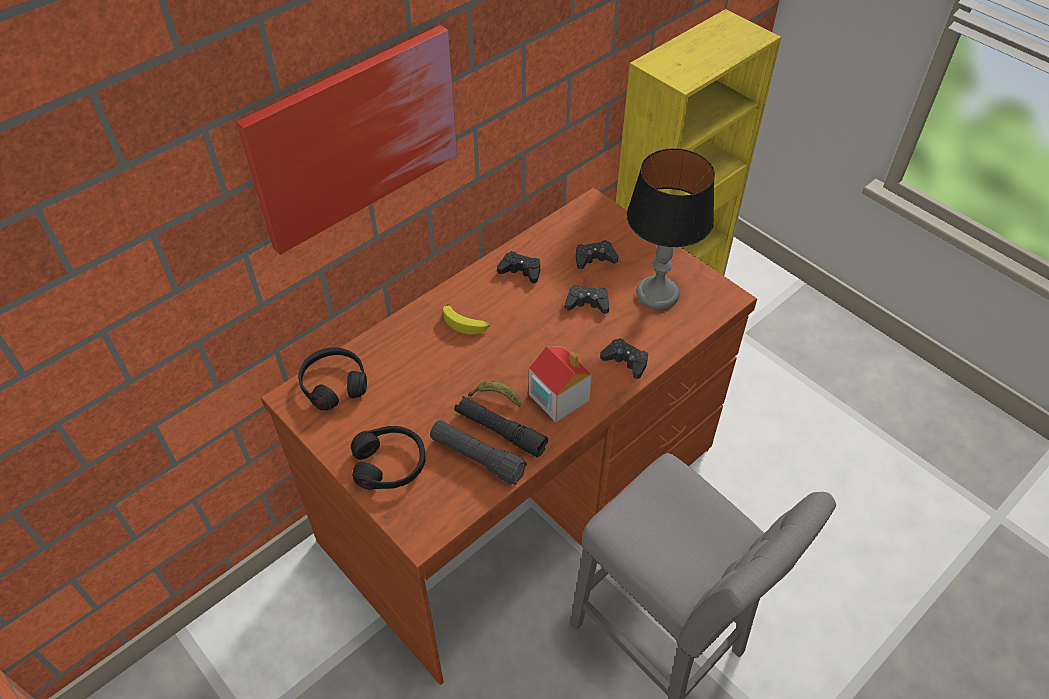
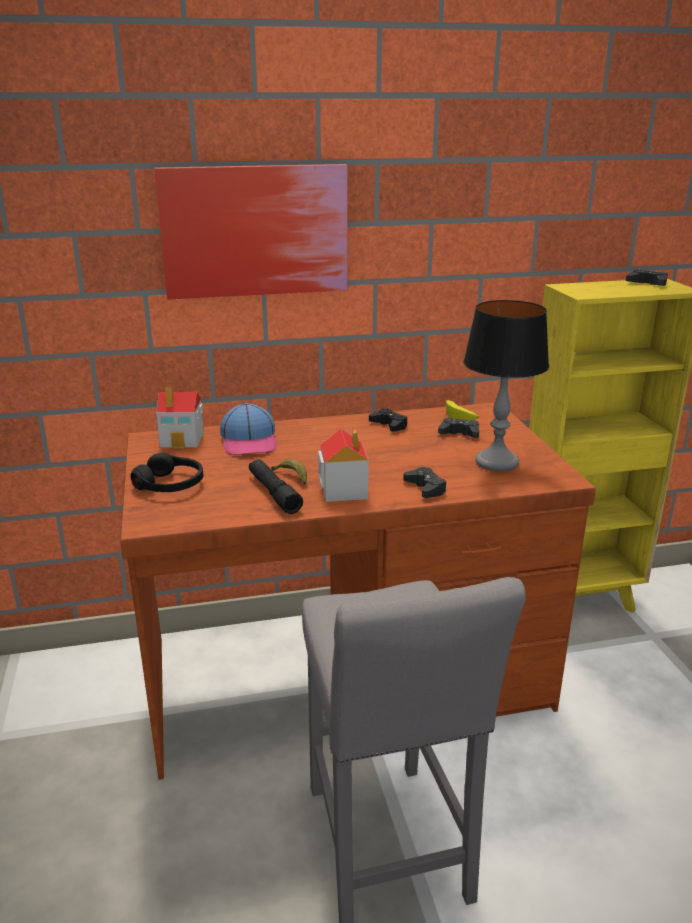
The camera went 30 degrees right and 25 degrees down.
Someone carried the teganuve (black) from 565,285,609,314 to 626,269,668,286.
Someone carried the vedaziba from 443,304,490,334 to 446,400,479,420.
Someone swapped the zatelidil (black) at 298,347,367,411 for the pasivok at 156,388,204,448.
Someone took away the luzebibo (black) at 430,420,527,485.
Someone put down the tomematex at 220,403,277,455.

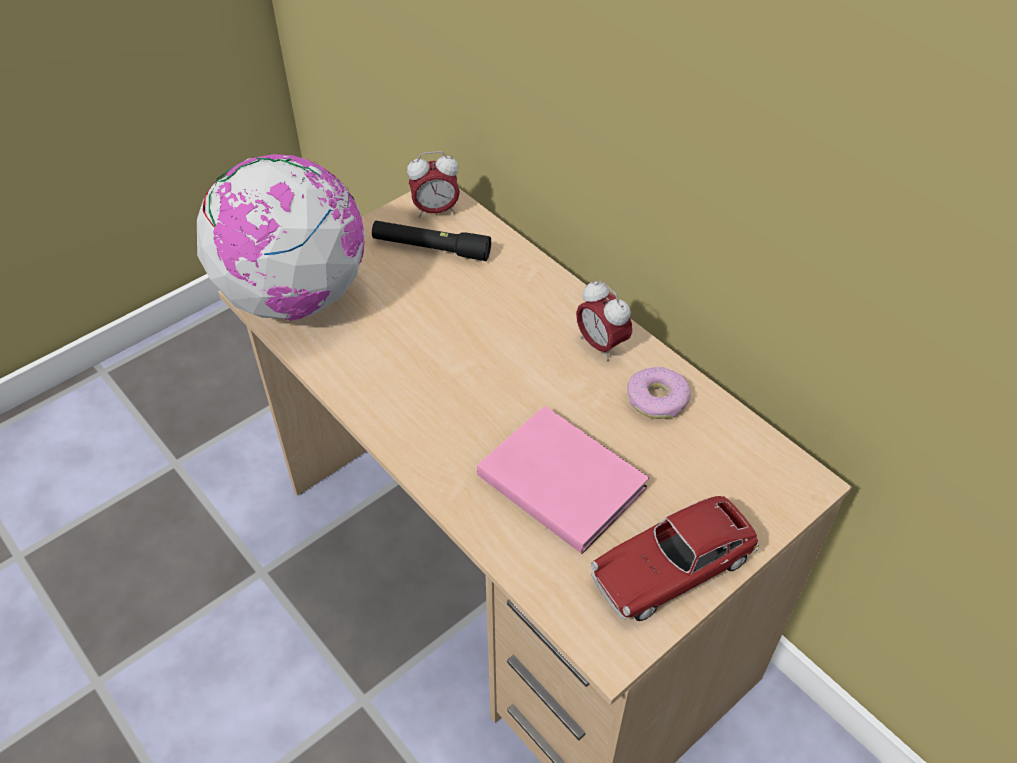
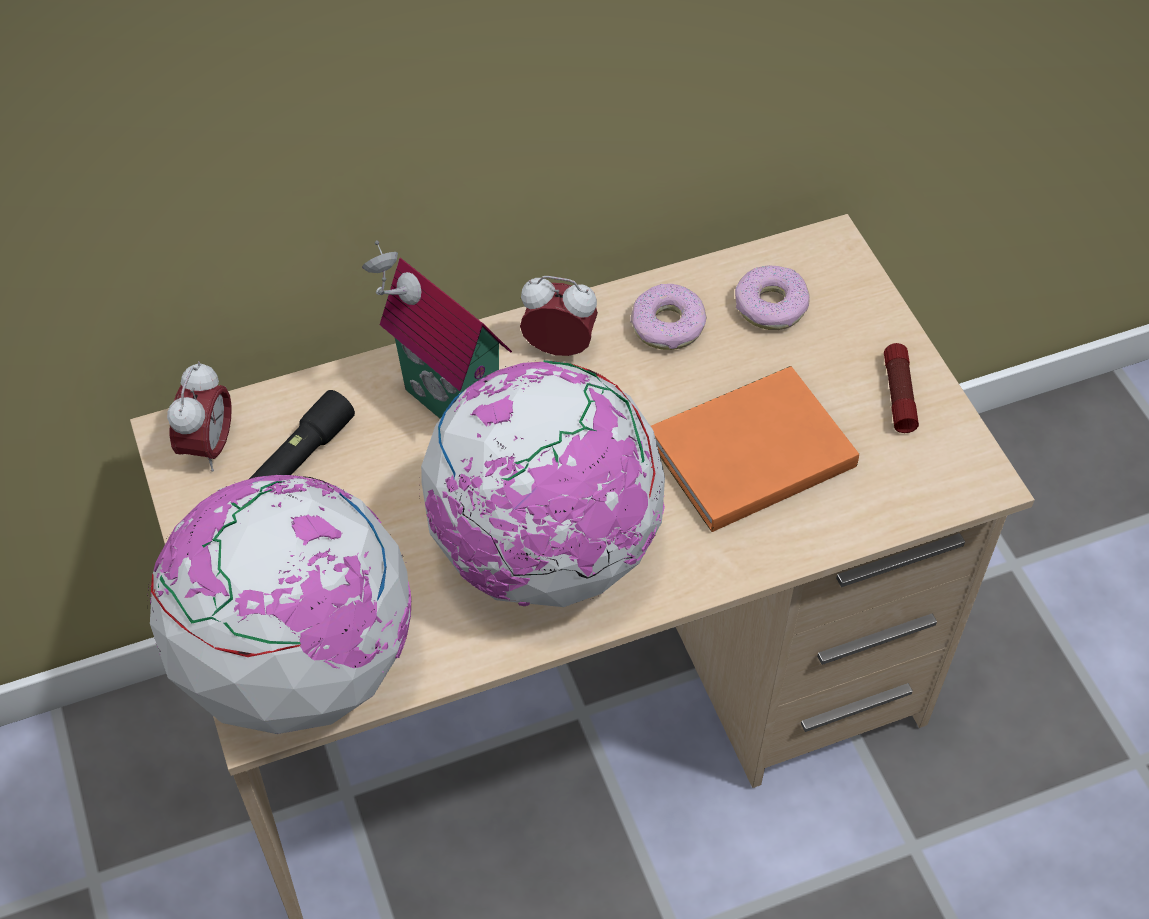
The camera went 70 degrees left and 5 degrees up.
Someone rotated the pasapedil at 576,280,632,361 by 150 degrees counterclockwise.
Someone repainted the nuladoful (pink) at 477,406,649,554, which became the nuladoful (orange) at 651,366,859,532.
Someone swapped the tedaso at 591,496,760,621 for the luzebibo at 884,343,919,433.
Someone put down the pasivok at 362,241,512,418.
Someone put down the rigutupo at 735,265,810,330.
Someone put down the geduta at 419,360,665,607.

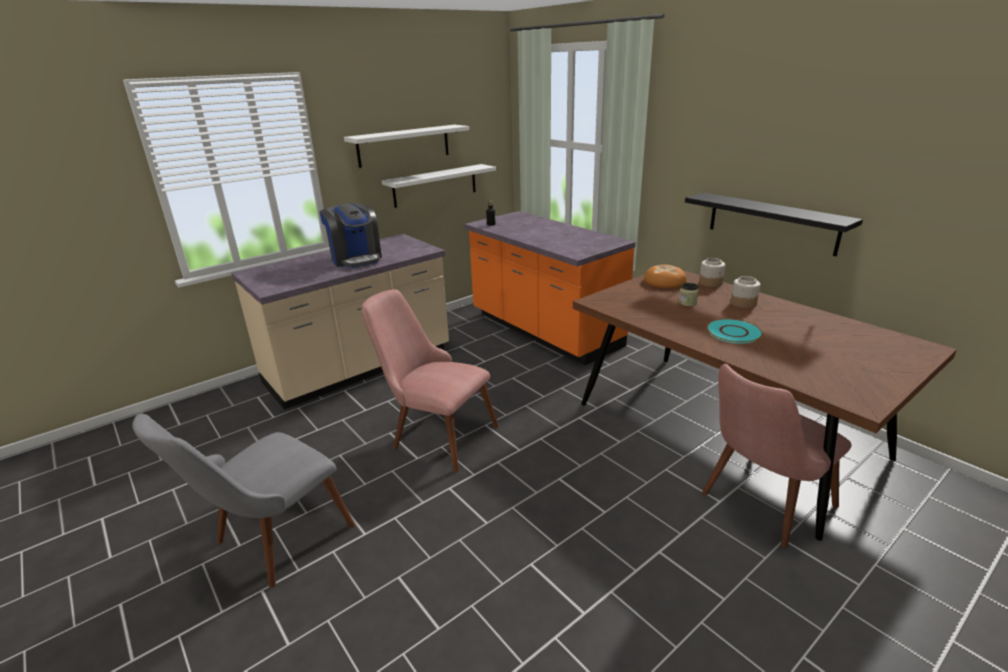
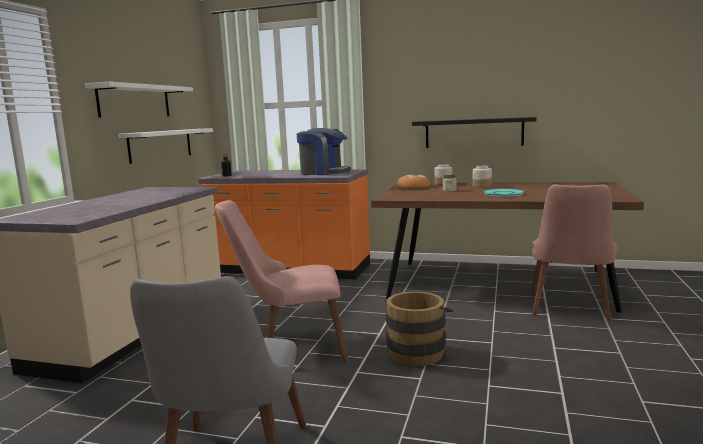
The camera went 35 degrees left and 15 degrees down.
Someone carried the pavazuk from 319,203,382,268 to 297,128,351,175.
Someone put down the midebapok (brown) at 385,291,453,366.

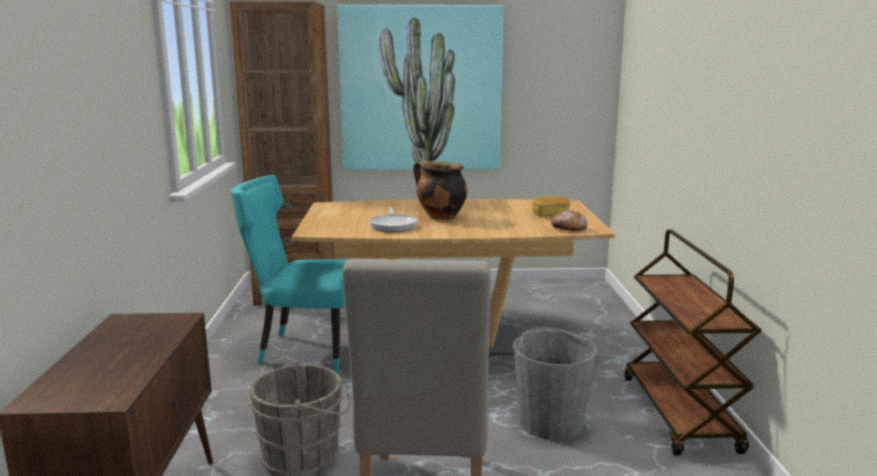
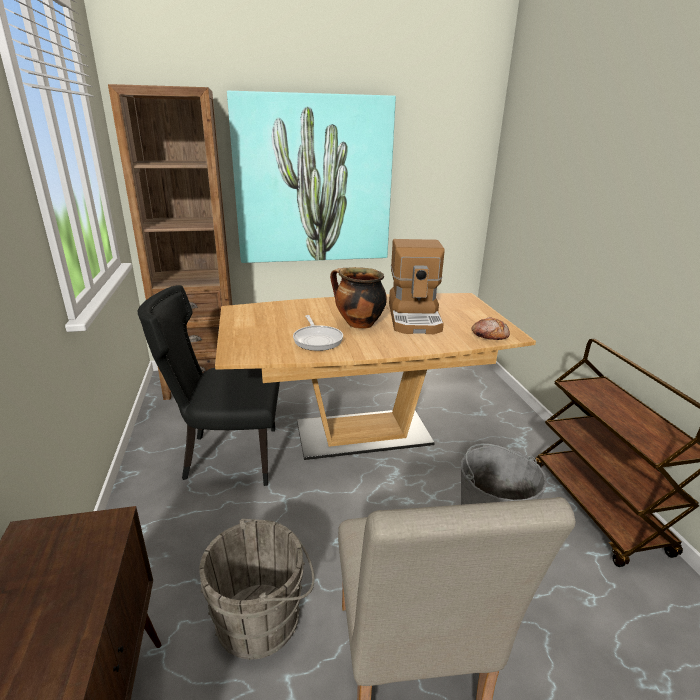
The camera went 10 degrees left and 10 degrees up.
Someone repainted the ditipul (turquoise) at 231,175,349,373, which became the ditipul (black) at 138,285,280,486.
Someone took away the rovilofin at 532,197,570,216.
Someone put down the pavazuk at 389,239,445,334.

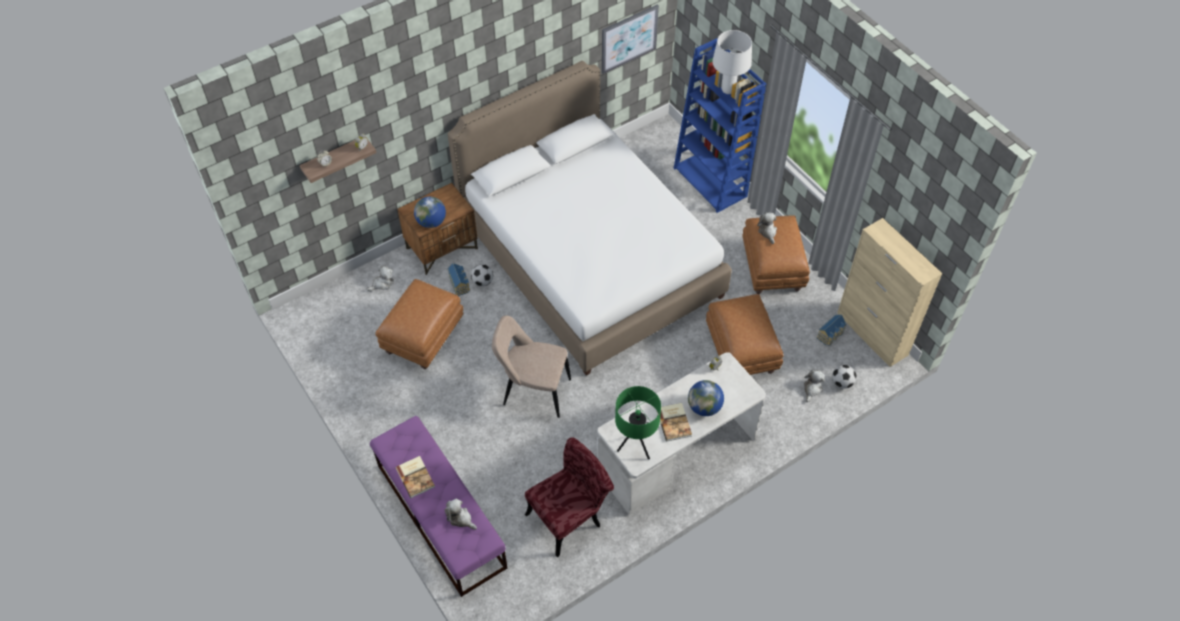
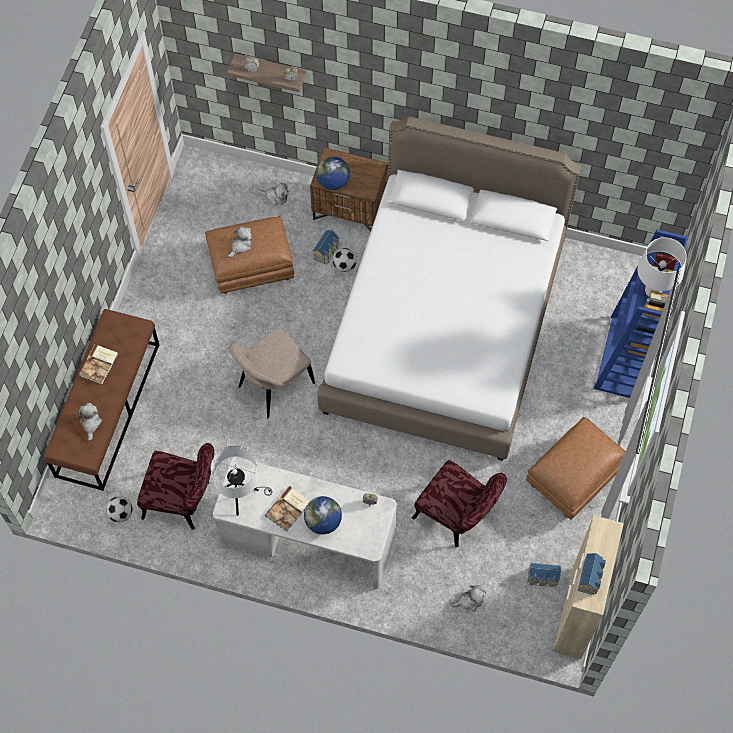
The camera went 50 degrees right and 10 degrees up.
Someone took away the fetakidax at 602,5,659,74.
Someone carried the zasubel from 757,212,777,244 to 228,226,252,258.
Someone swapped the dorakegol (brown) at 706,294,784,375 for the ditipul (red) at 412,460,507,547.
Someone rotated the ditipul (beige) at 492,315,571,418 by 105 degrees counterclockwise.
Someone carried the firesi from 832,365,857,389 to 106,496,132,522.
Someone repainted the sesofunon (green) at 615,386,661,460, which became the sesofunon (white) at 211,445,272,516.
Someone repainted the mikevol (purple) at 370,416,507,597, which became the mikevol (brown) at 44,309,159,491.
Someone put down the pasivok at 577,553,606,595.

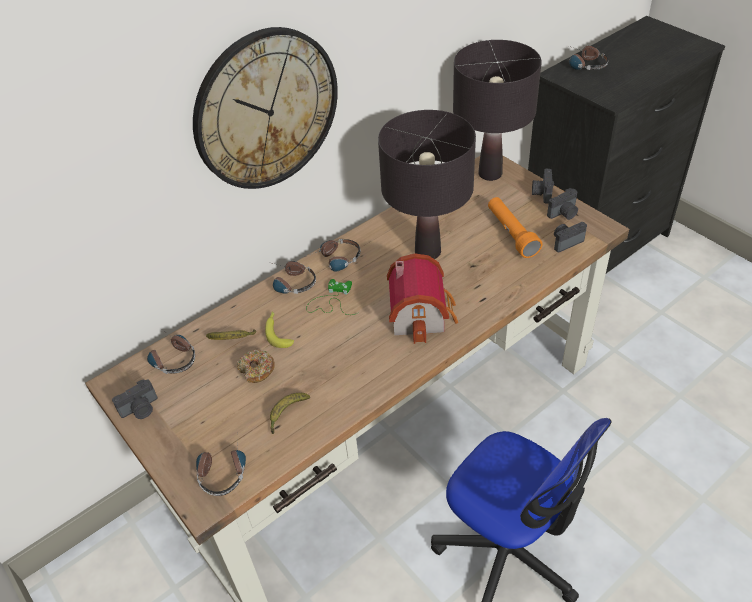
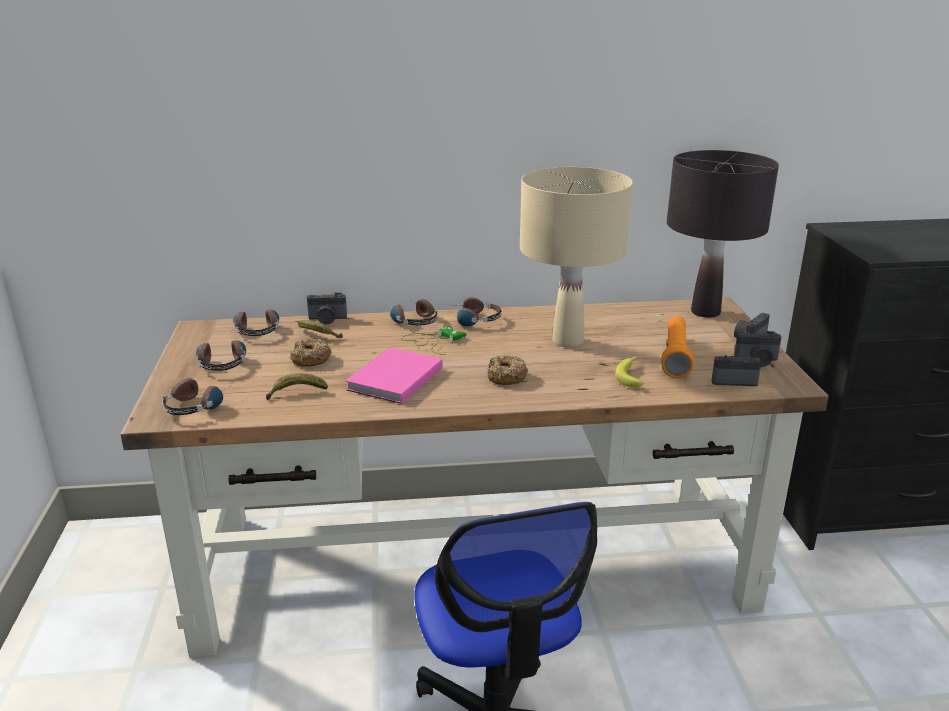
The camera went 30 degrees right and 20 degrees down.
Someone took away the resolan at 193,27,338,189.
Someone carried the zatelidil from 569,46,608,70 to 196,340,246,371.
Someone repainted the sesofunon (black) at 378,110,476,259, which became the sesofunon (beige) at 520,167,633,348.
Someone swapped the pasivok at 387,253,458,344 for the rigutupo at 487,355,528,385.
Someone carried the vedaziba from 265,311,294,348 to 615,356,644,388.
Someone carried the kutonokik from 112,379,158,419 to 307,292,347,324.
Someone put down the nuladoful (pink) at 345,348,443,404.

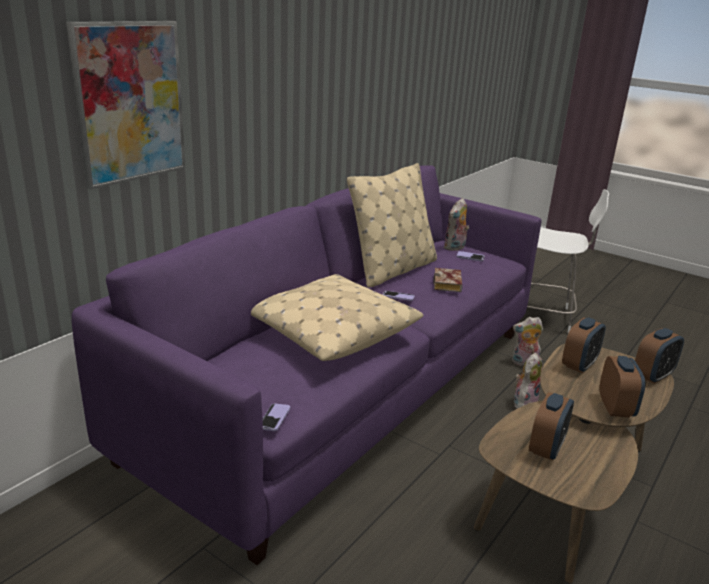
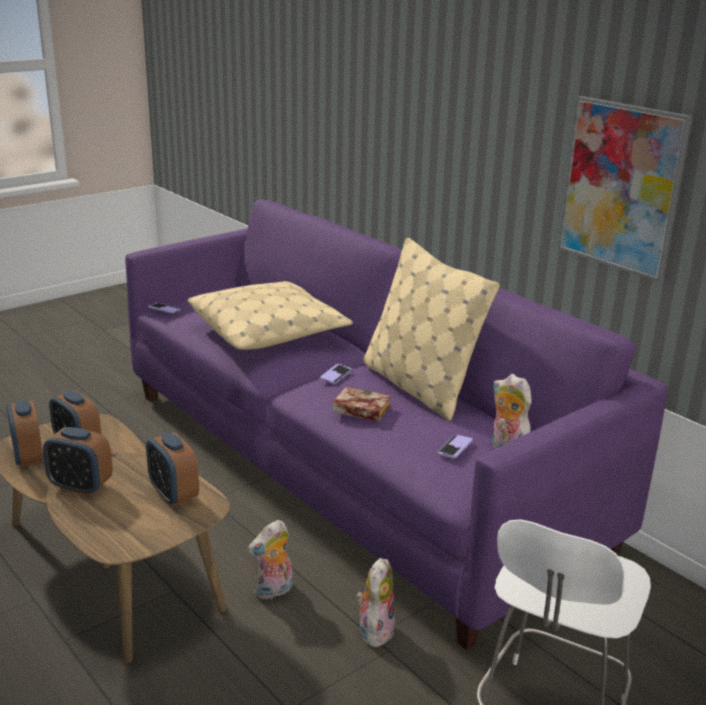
The camera went 105 degrees right and 0 degrees up.
Someone carried the fetakidax from 66,21,185,190 to 558,96,693,282.
Someone carried the pasapedil from 635,328,684,384 to 6,400,43,467.
Someone rotated the zasubel at 514,353,543,409 by 90 degrees clockwise.

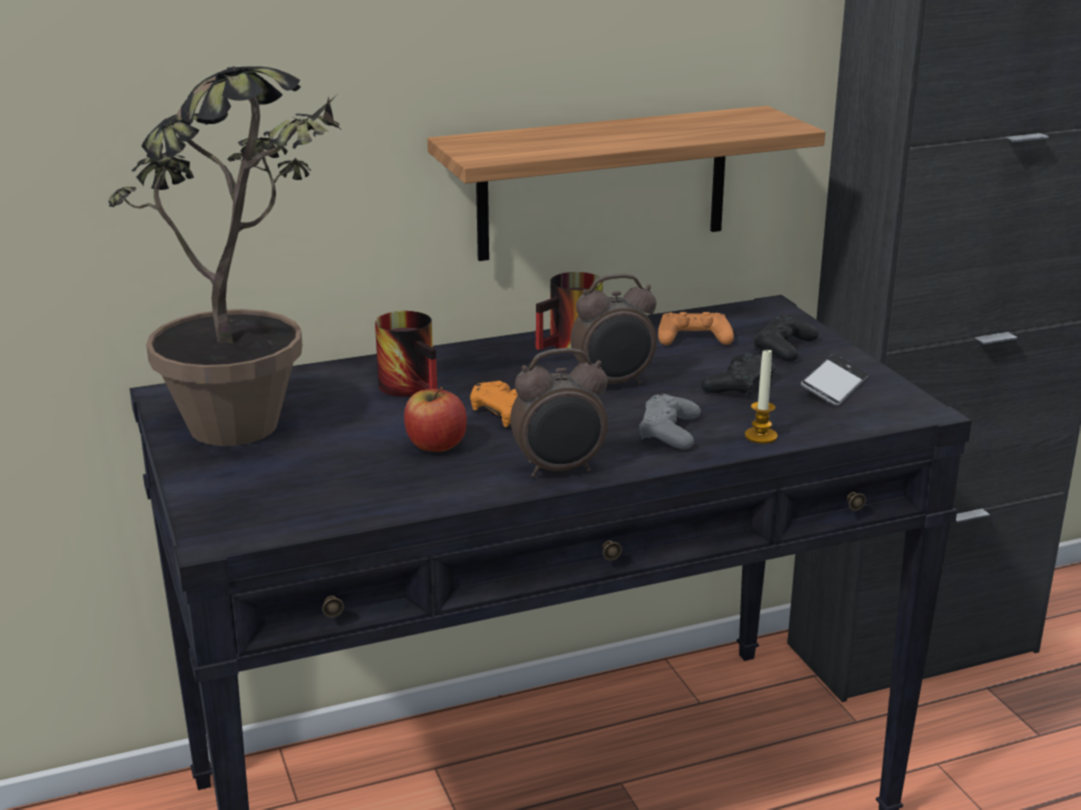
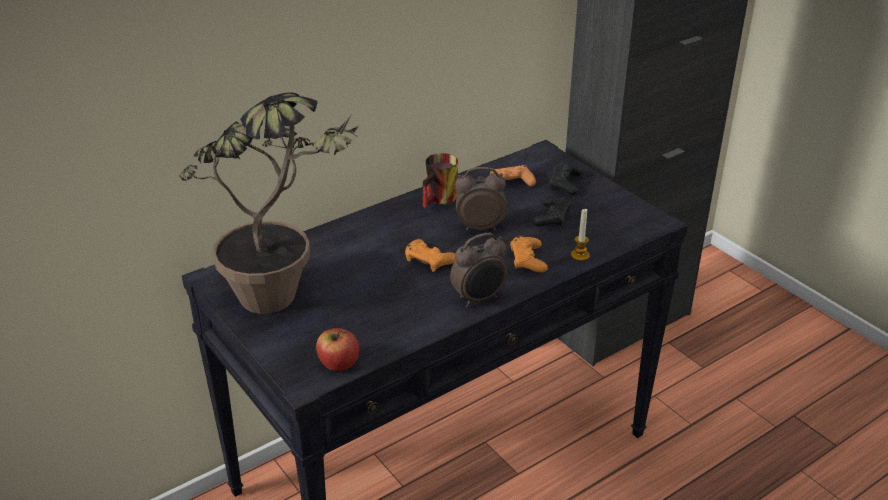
The camera went 15 degrees left and 10 degrees up.
Someone took away the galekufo at 427,106,825,261.
Someone rotated the pasapedil at 570,274,657,384 by 150 degrees counterclockwise.
Someone took away the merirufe at 375,311,438,397.
Someone took away the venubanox at 801,354,868,406.
Someone carried the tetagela from 404,387,467,452 to 316,328,359,371.
Someone repainted the teganuve (grey) at 639,394,701,449, which became the teganuve (orange) at 510,236,548,272.

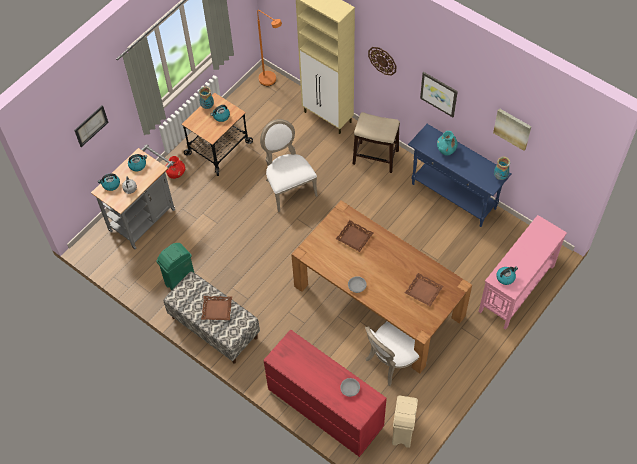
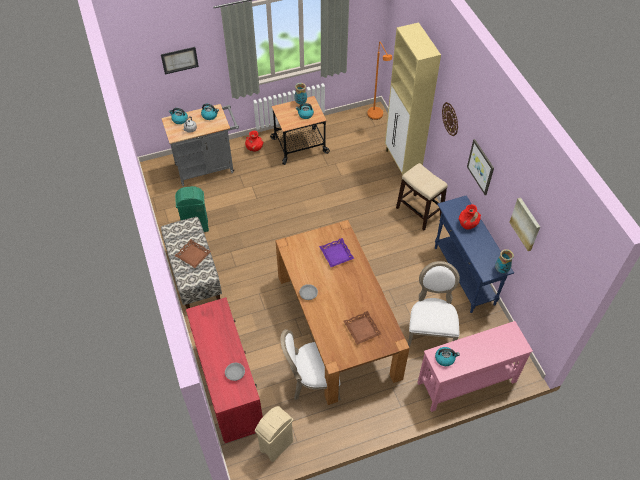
The camera went 30 degrees right and 5 degrees down.
Someone carried the ditipul (white) from 260,119,318,212 to 408,261,460,348.
Someone repainted the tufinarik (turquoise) at 437,131,458,156, which became the tufinarik (red) at 459,204,481,229.
Someone repainted the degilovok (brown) at 336,220,373,252, which became the degilovok (purple) at 319,238,354,267.

